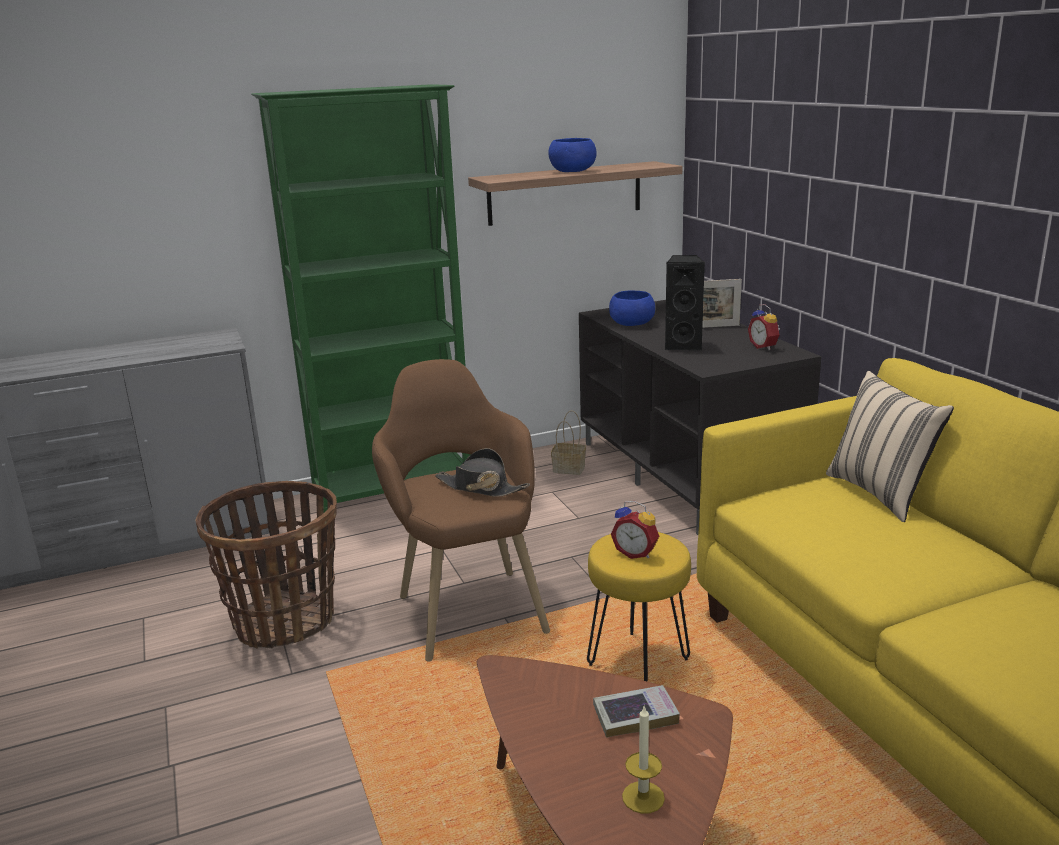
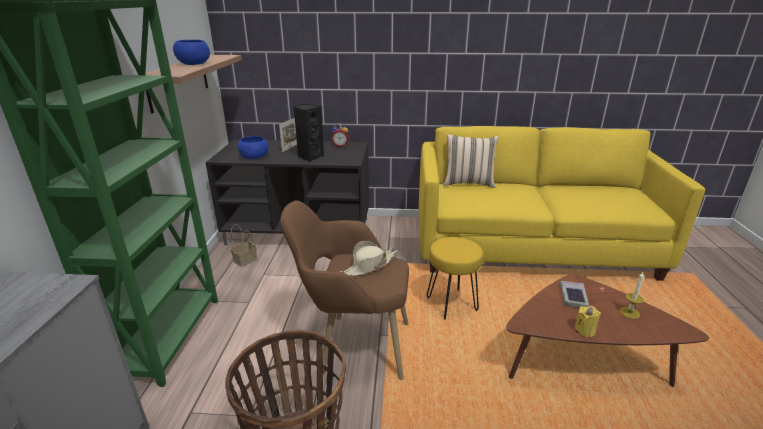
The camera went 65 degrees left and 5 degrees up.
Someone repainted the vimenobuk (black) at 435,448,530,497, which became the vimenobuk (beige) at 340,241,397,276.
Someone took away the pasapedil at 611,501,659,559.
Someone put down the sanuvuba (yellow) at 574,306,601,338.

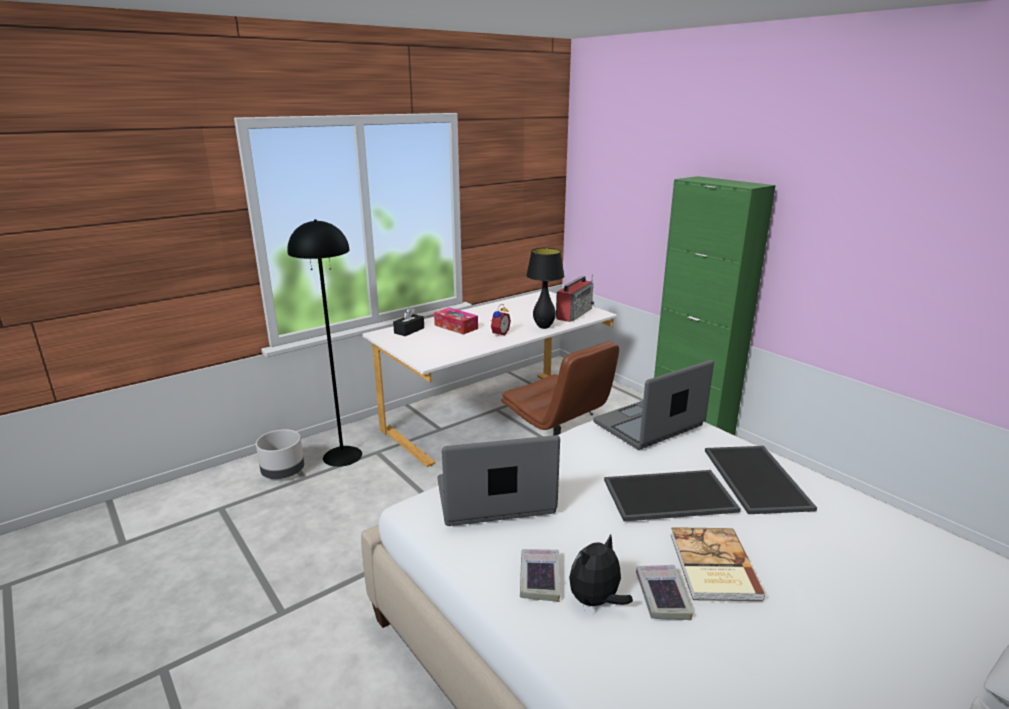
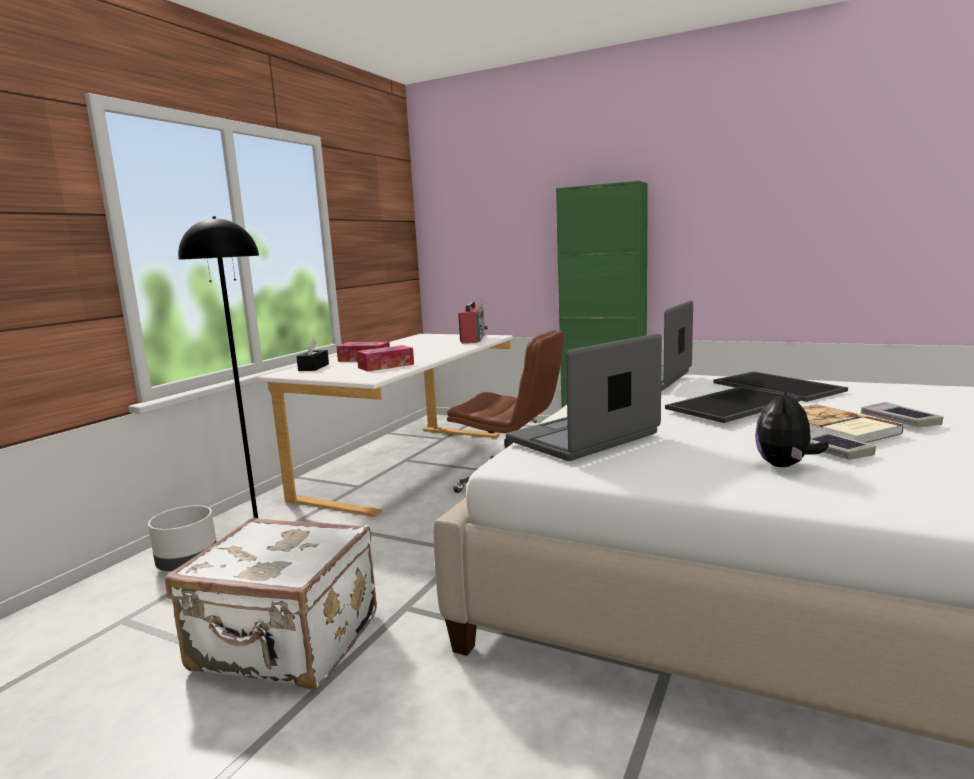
The camera went 25 degrees left and 10 degrees down.
Someone took away the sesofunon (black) at 526,248,564,329.
Someone took away the pasapedil at 491,304,511,337.
Someone carried the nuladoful from 520,549,560,602 to 861,402,943,427.
Someone put down the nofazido at 357,345,414,372.
Someone put down the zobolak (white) at 165,517,377,689.

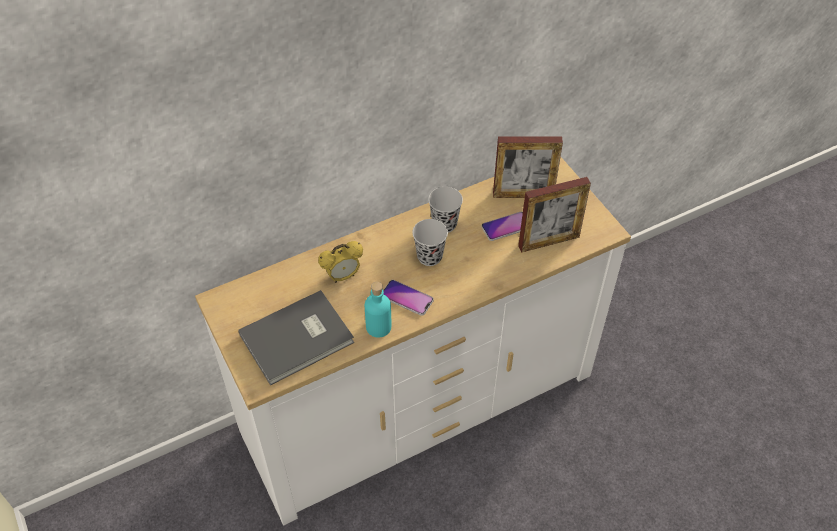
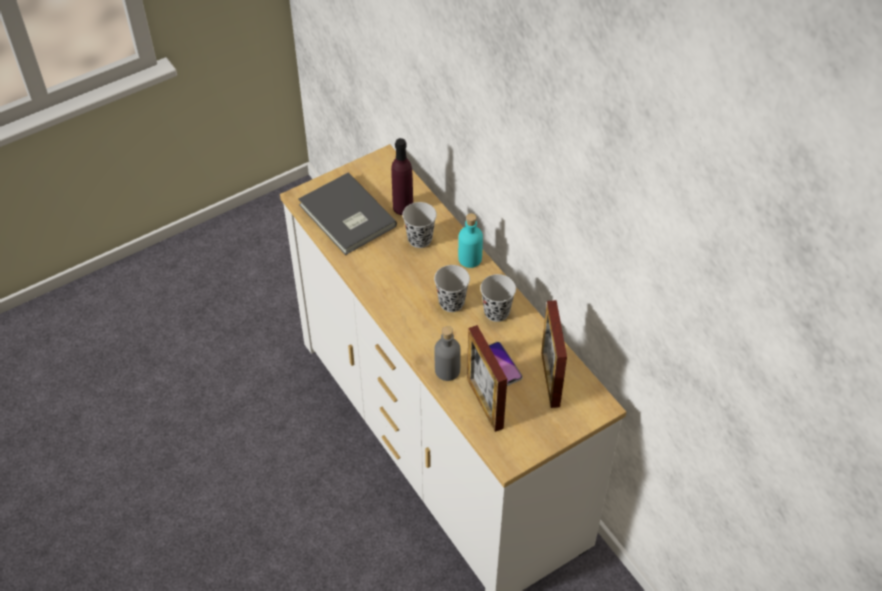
The camera went 85 degrees right and 0 degrees up.
Someone swapped the pasapedil at 318,241,363,283 for the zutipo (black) at 403,202,437,248.
Someone took away the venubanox at 383,280,434,316.
Someone carried the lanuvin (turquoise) from 365,282,391,338 to 458,213,483,268.
Someone put down the lanuvin (purple) at 391,138,413,215.
Someone put down the lanuvin (grey) at 434,326,461,381.

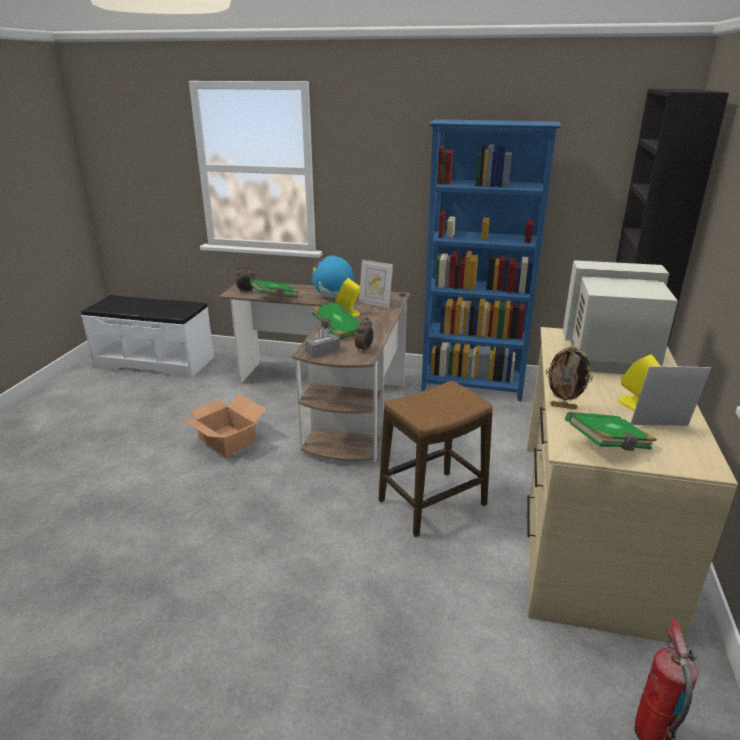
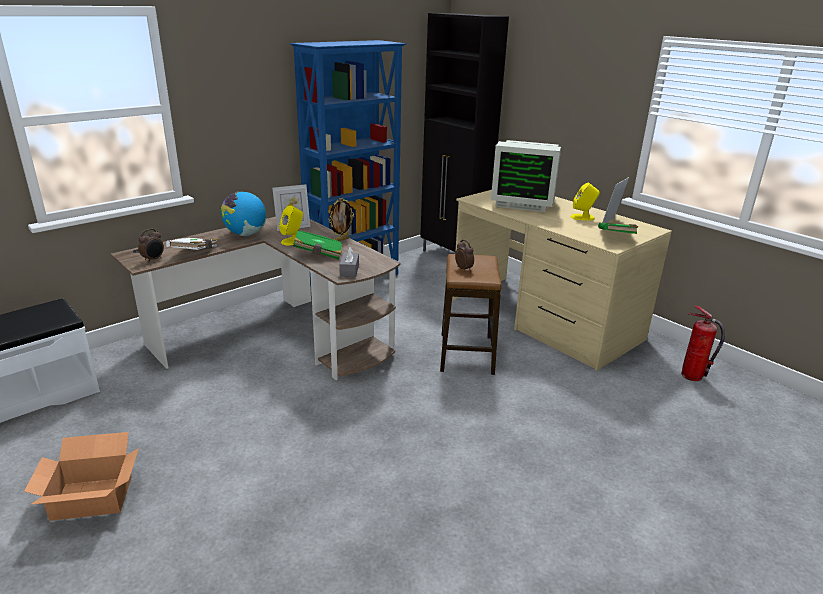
The camera went 55 degrees left and 0 degrees up.
Someone rotated the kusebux at 563,260,678,374 by 120 degrees counterclockwise.
Someone repainted the nuladoful (green) at 250,279,299,298, which became the nuladoful (white) at 166,238,218,250.
Someone carried the pasapedil from 355,317,373,353 to 455,239,474,272.
Someone carried the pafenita from 545,346,593,409 to 329,198,354,241.
Someone carried the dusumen from 181,394,266,457 to 24,432,139,521.

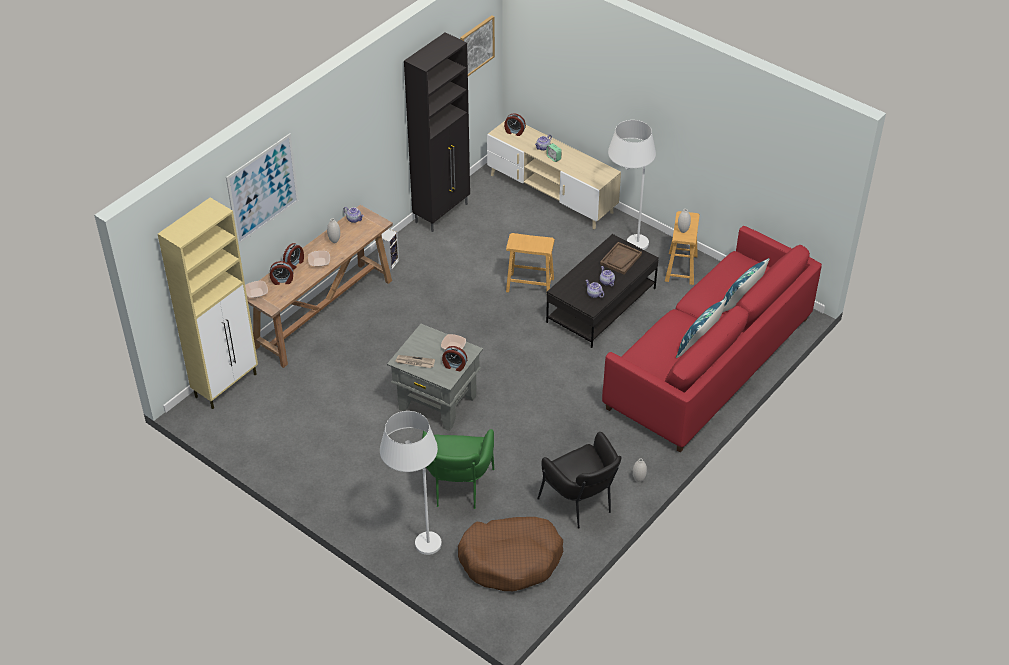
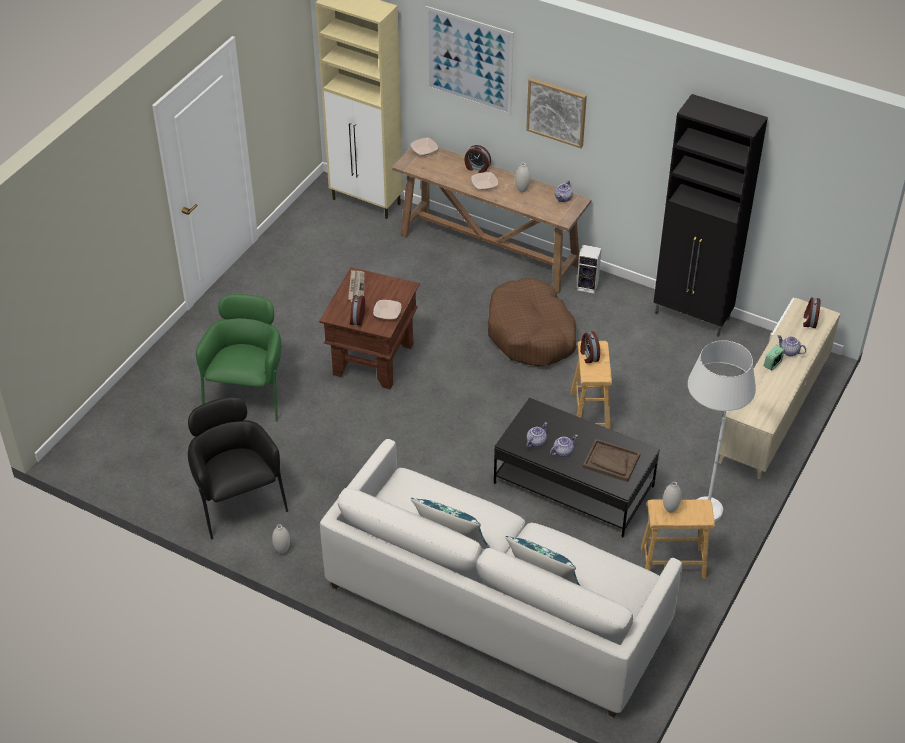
The camera went 80 degrees right and 0 degrees up.
Someone carried the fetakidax from 460,15,495,76 to 526,78,587,148.
Someone repainted the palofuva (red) at 602,226,822,452, which became the palofuva (white) at 320,439,682,717.
Someone carried the pasapedil from 270,261,293,285 to 580,331,600,363.
Someone repainted the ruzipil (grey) at 387,324,483,431, which became the ruzipil (brown) at 319,267,420,389.
Someone took away the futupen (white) at 380,411,442,555.
Someone rotated the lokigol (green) at 422,429,494,509 by 105 degrees clockwise.
Someone rotated the lokigol (black) at 537,432,621,528 by 105 degrees clockwise.
Someone carried the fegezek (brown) from 458,517,563,591 to 488,278,577,367.

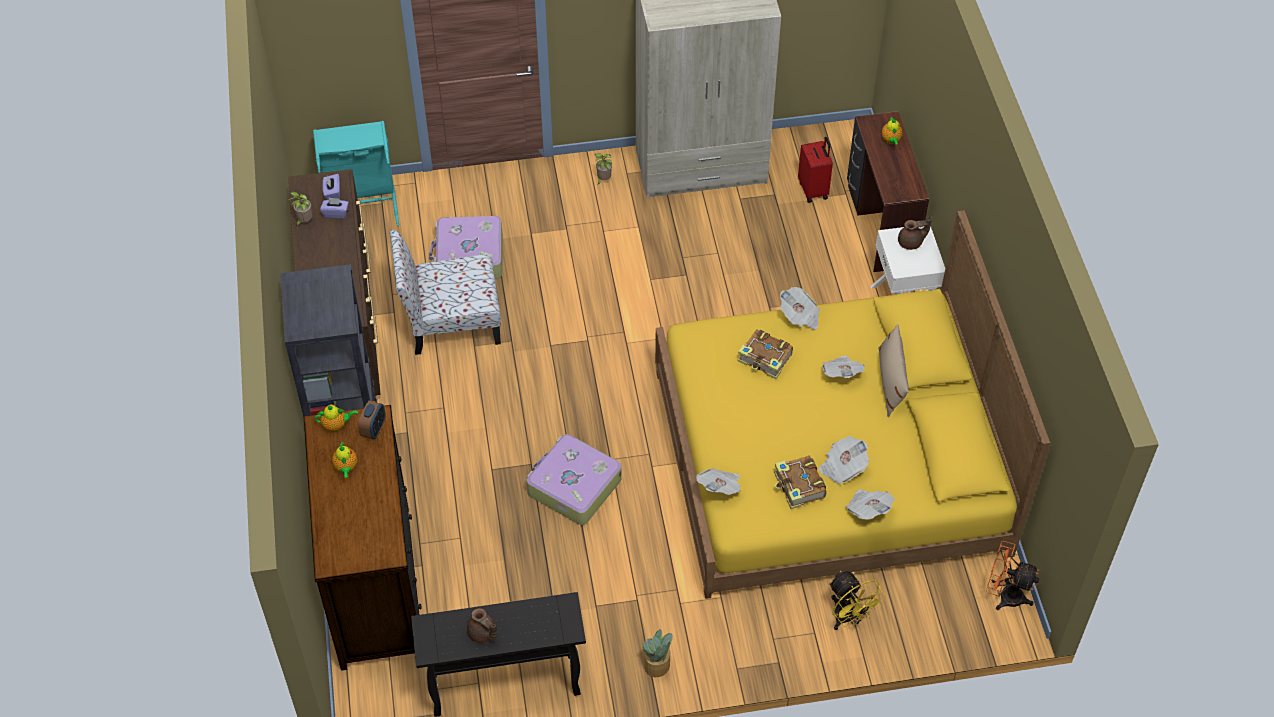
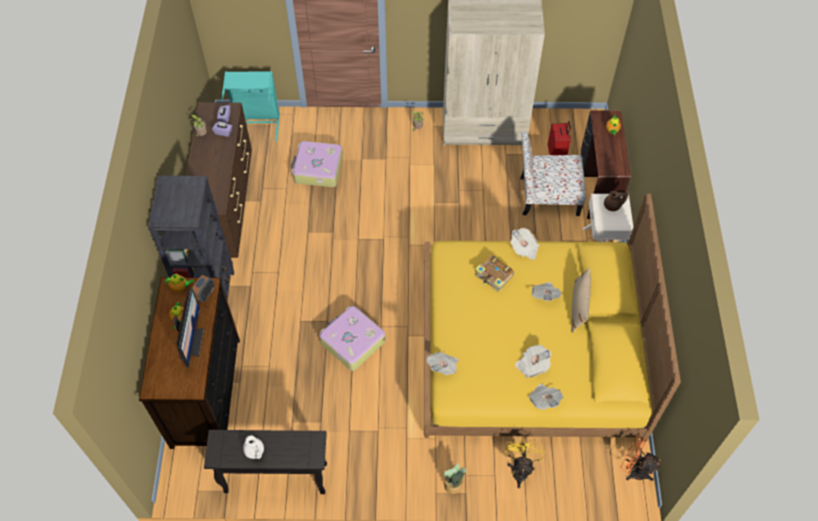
The camera went 10 degrees right and 5 degrees up.
Someone carried the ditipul from 390,230,501,355 to 520,132,586,216.
Someone took away the nuladoful at 774,455,827,509.
Someone rotated the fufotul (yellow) at 829,571,886,630 by 150 degrees counterclockwise.
Someone repainted the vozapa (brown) at 467,608,497,643, which became the vozapa (white) at 243,435,264,459.
Someone carried the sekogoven from 643,629,673,677 to 444,463,466,494.
Someone put down the kusebux at 173,288,204,368.

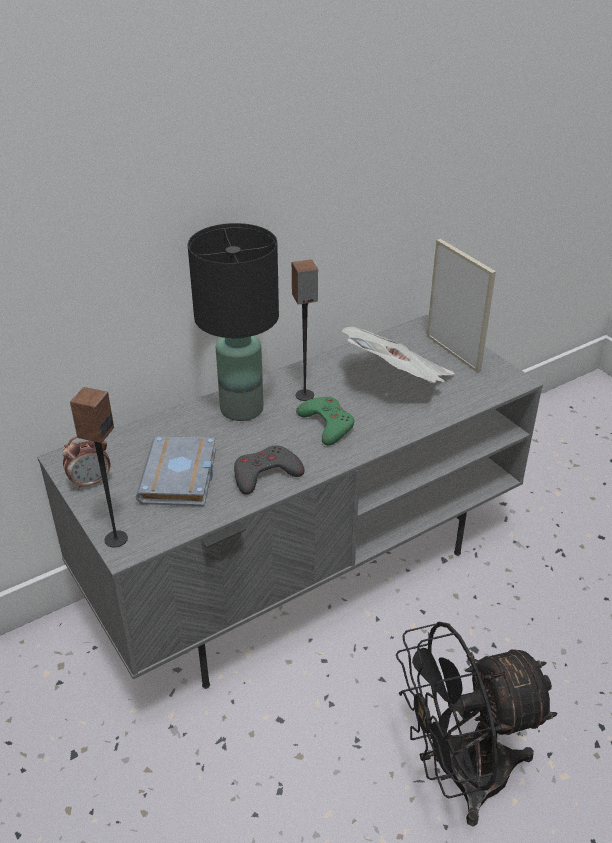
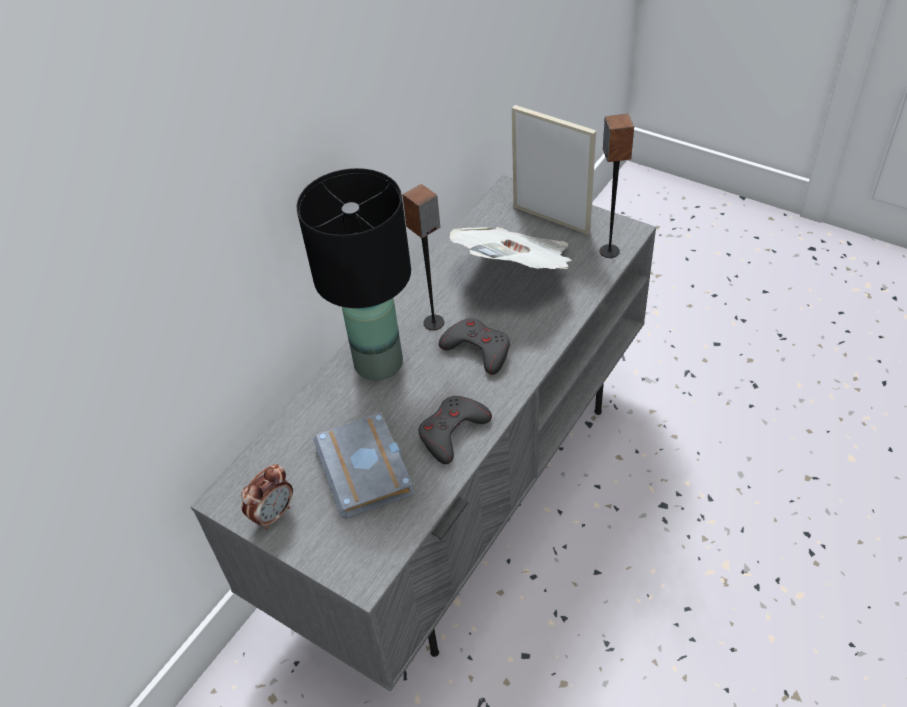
The camera went 20 degrees left and 10 degrees up.
Someone carried the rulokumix from 70,387,128,548 to 600,114,634,258.
Someone repainted the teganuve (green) at 296,397,355,446, which became the teganuve (grey) at 439,318,510,375.
Someone took away the fufotul (black) at 396,622,558,827.

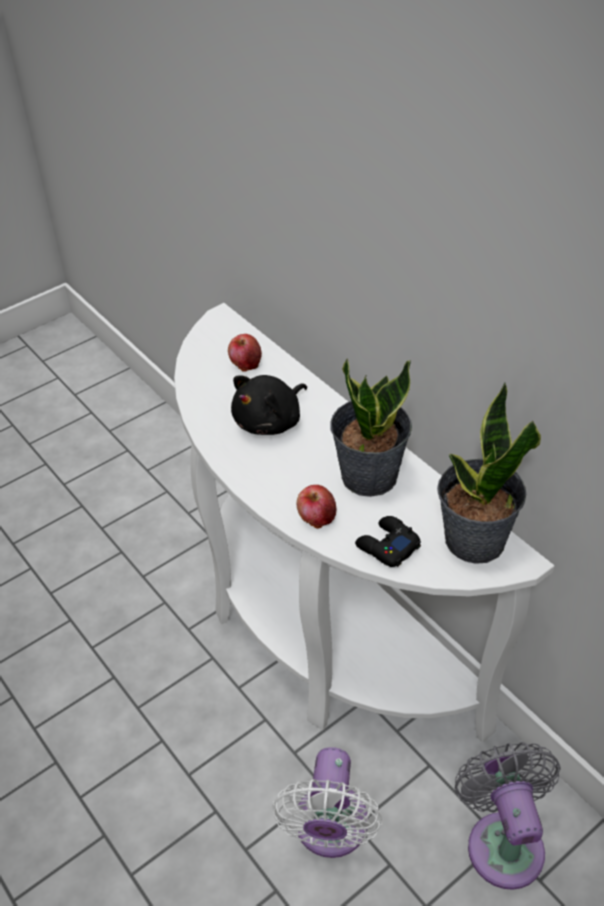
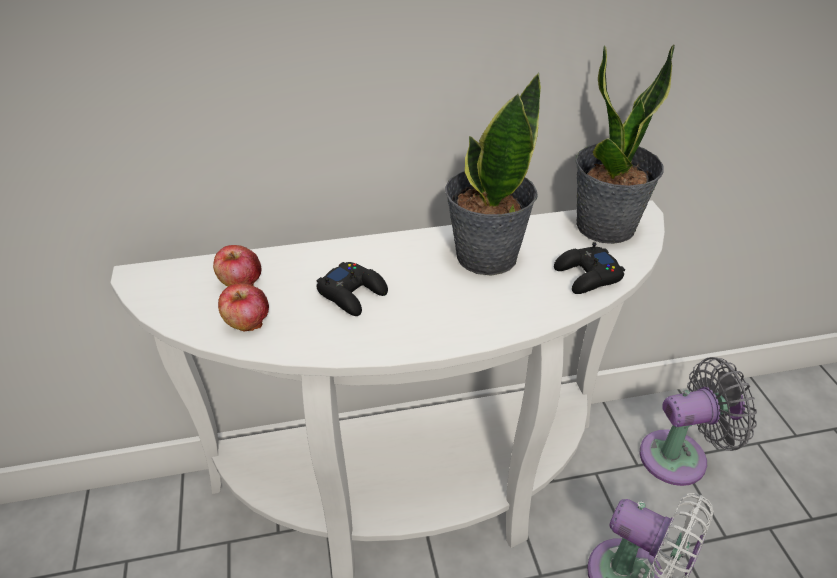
The camera went 65 degrees left and 5 degrees down.
Someone swapped the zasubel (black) at 231,375,307,435 for the teganuve (black) at 316,262,388,316.
Someone carried the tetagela from 297,485,336,529 to 218,283,269,332.
Someone rotated the fufotul (grey) at 454,742,560,890 by 150 degrees clockwise.

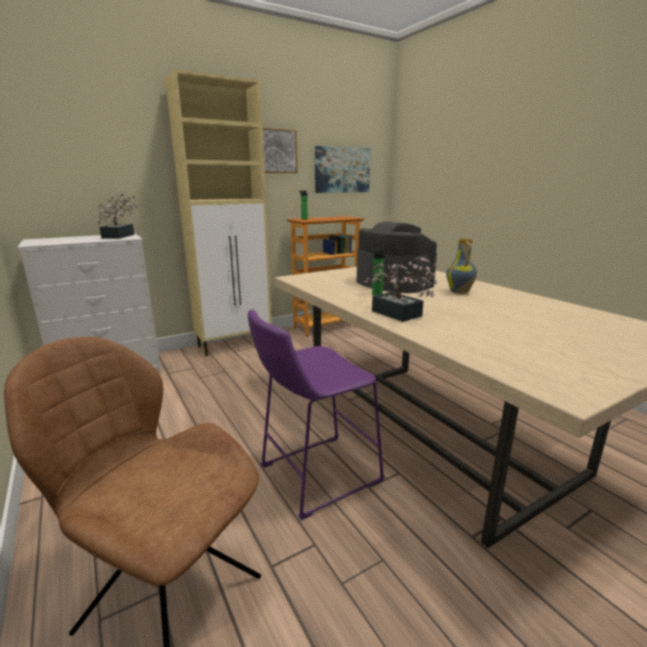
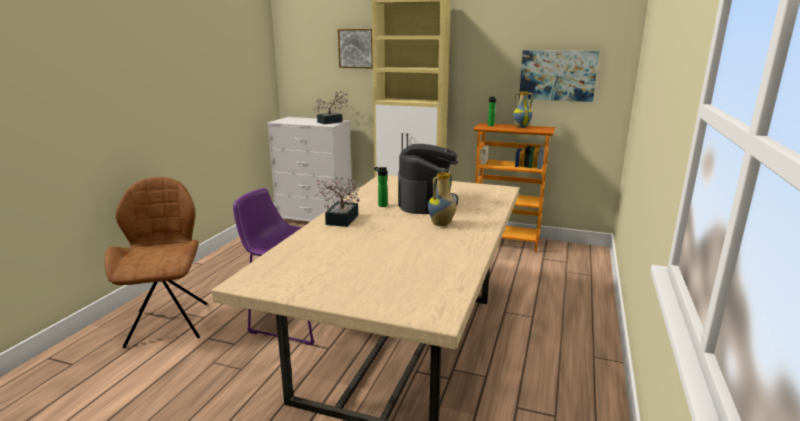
The camera went 50 degrees right and 0 degrees up.
Someone carried the fetakidax from 263,128,298,173 to 338,29,373,69.
Someone put down the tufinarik at 513,92,533,128.

